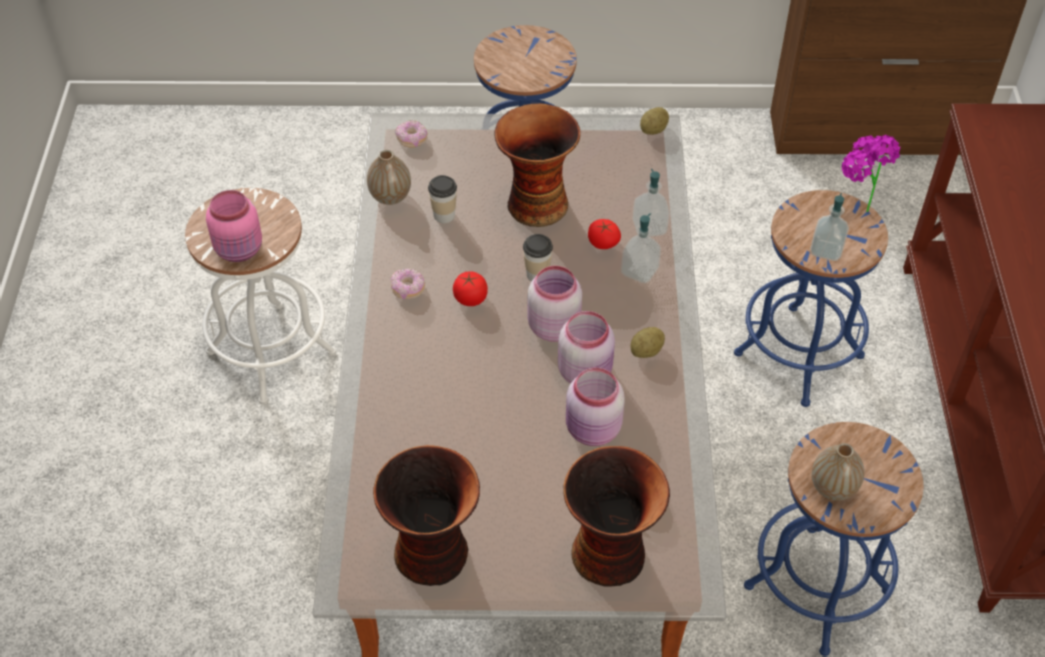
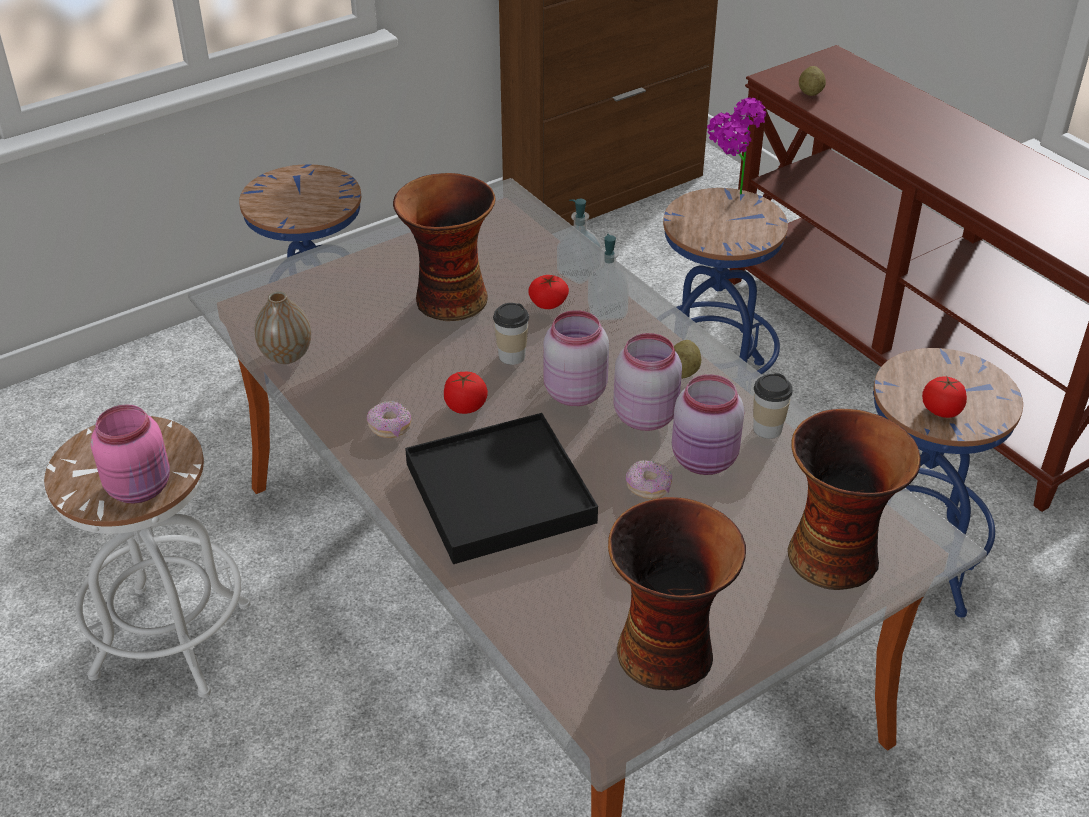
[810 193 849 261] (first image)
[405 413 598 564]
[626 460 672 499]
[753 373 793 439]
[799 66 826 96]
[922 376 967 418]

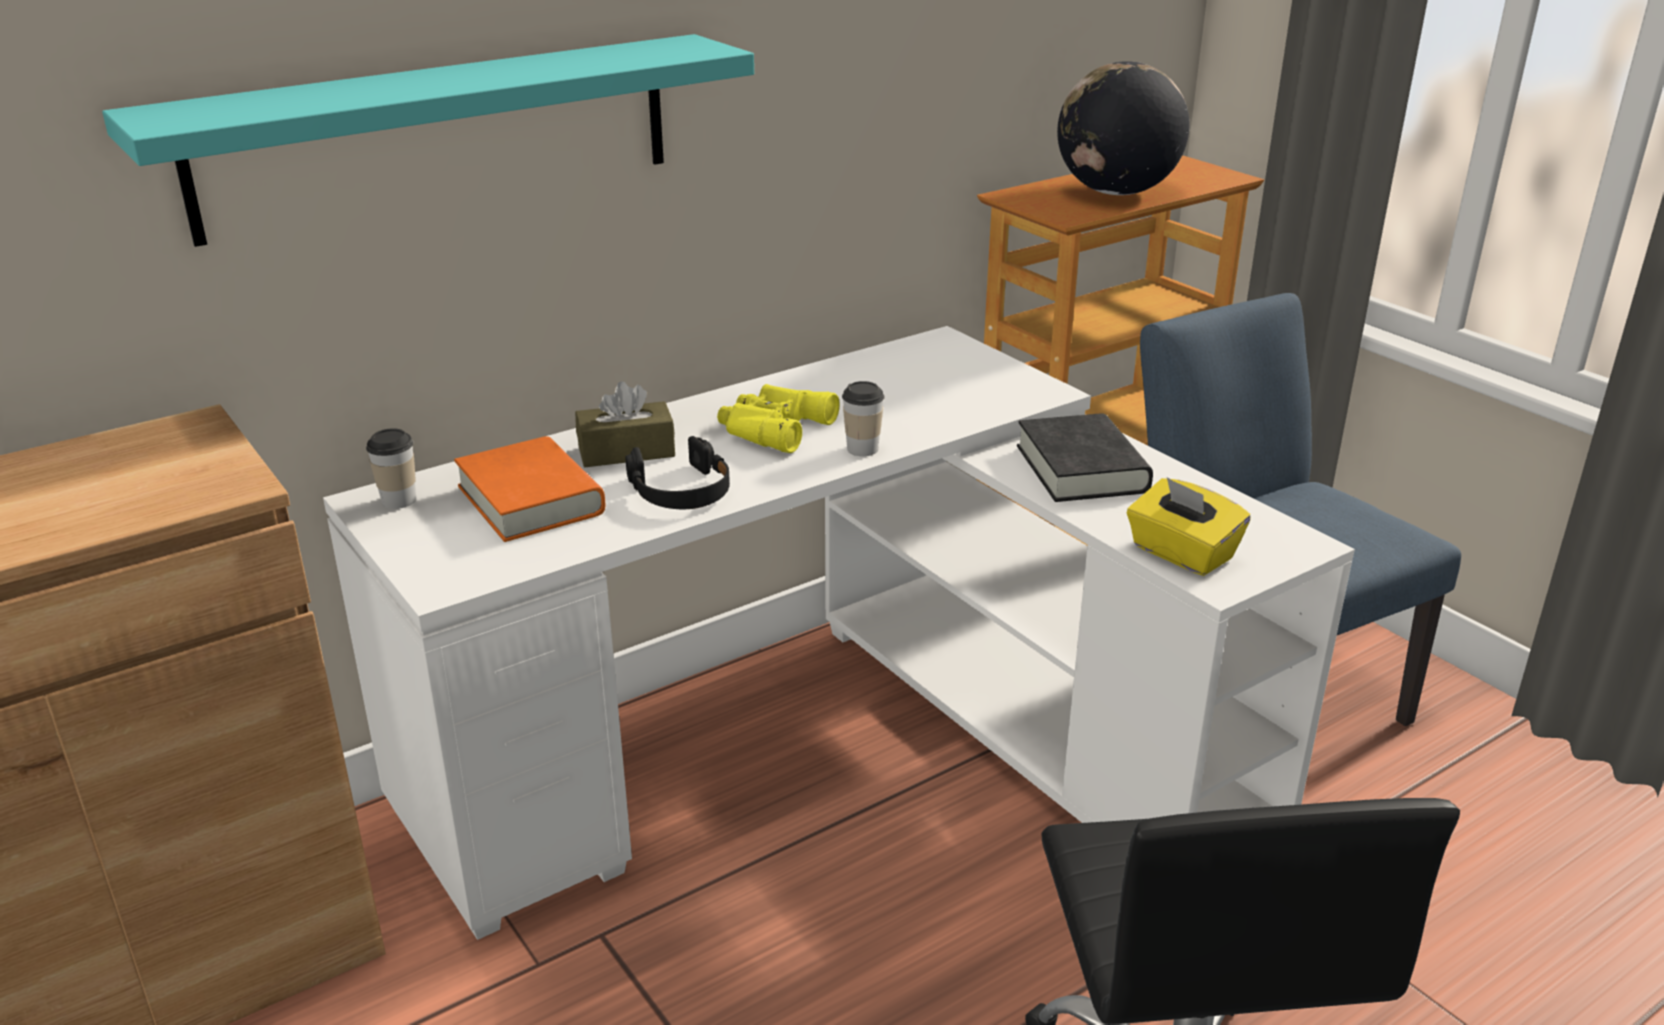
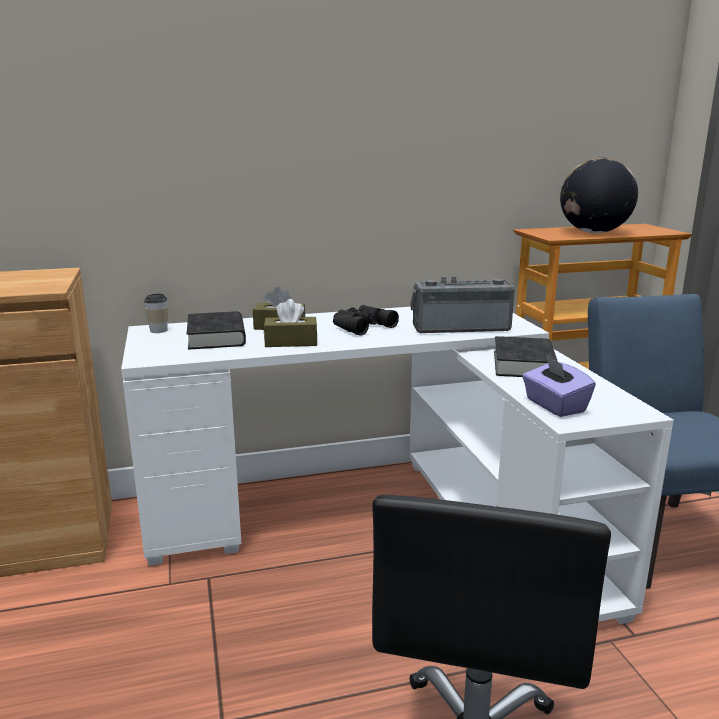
[102 34 754 247] (first image)
[842 381 885 456] (first image)
[410 276 515 333]
[264 299 317 347]
[187 311 246 350]
[333 305 399 336]
[522 355 596 417]

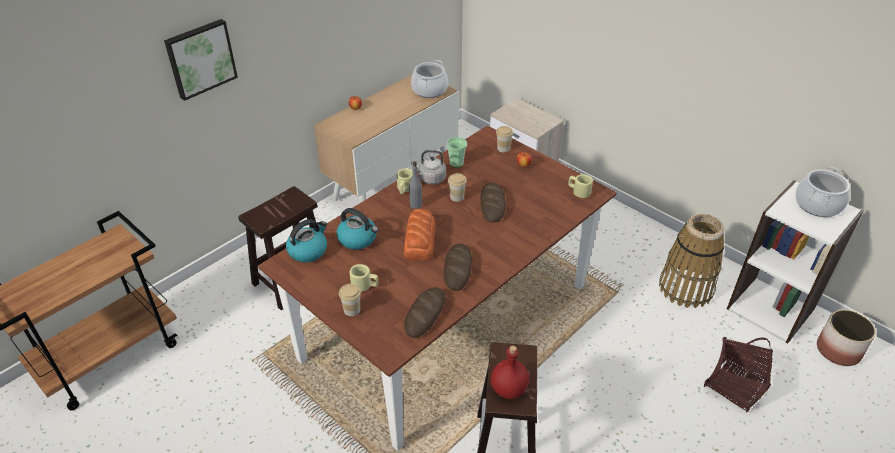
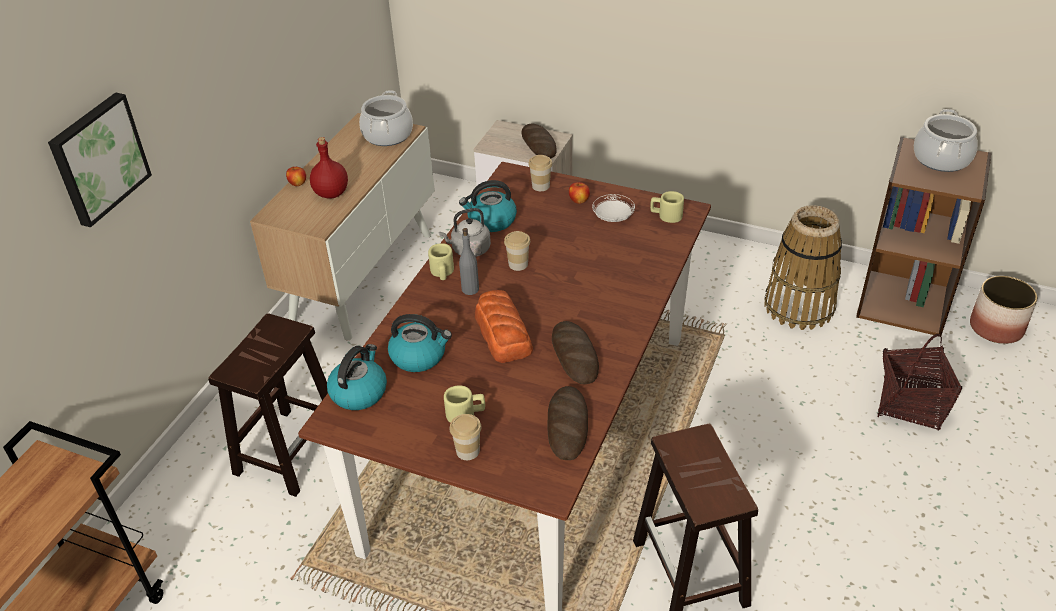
[592 194 635 222]
[522 123 557 159]
[310 137 348 199]
[459 180 517 232]
[856 137 992 337]

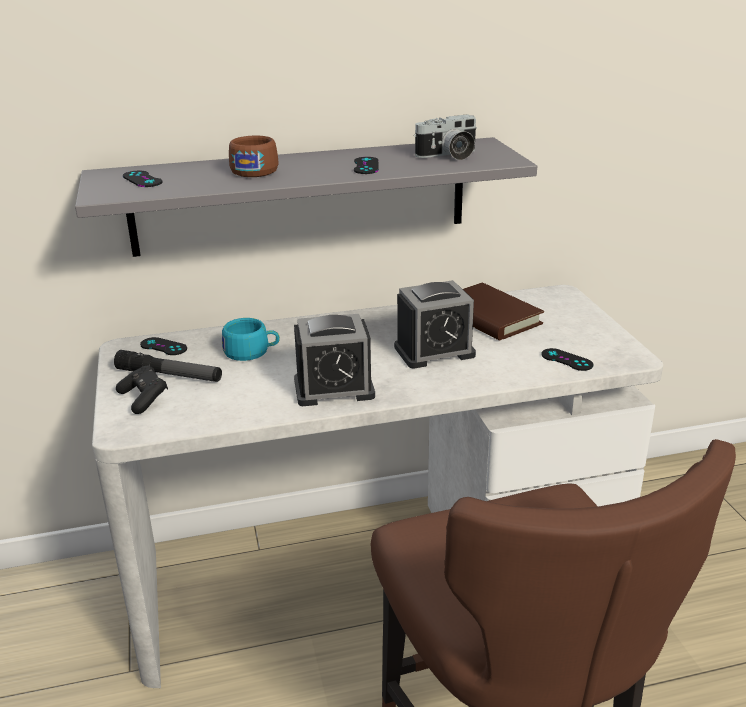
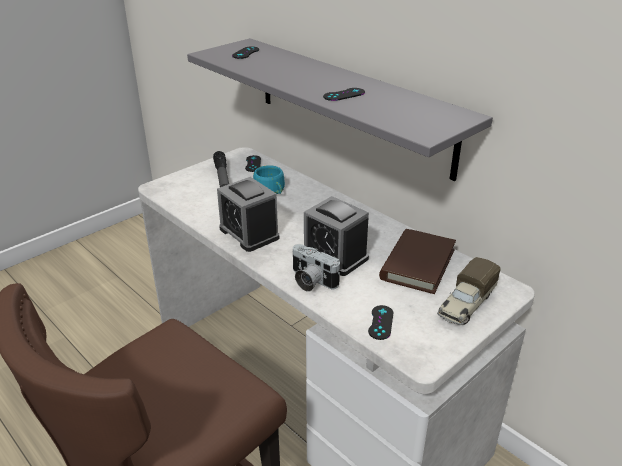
[116 366 168 414] (first image)
[229 136 279 177] (first image)
[437 257 501 325]
[293 244 340 292]

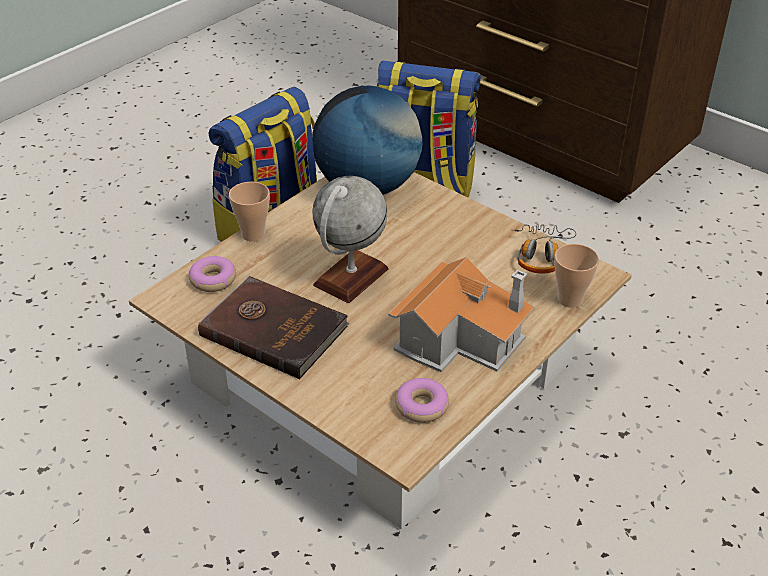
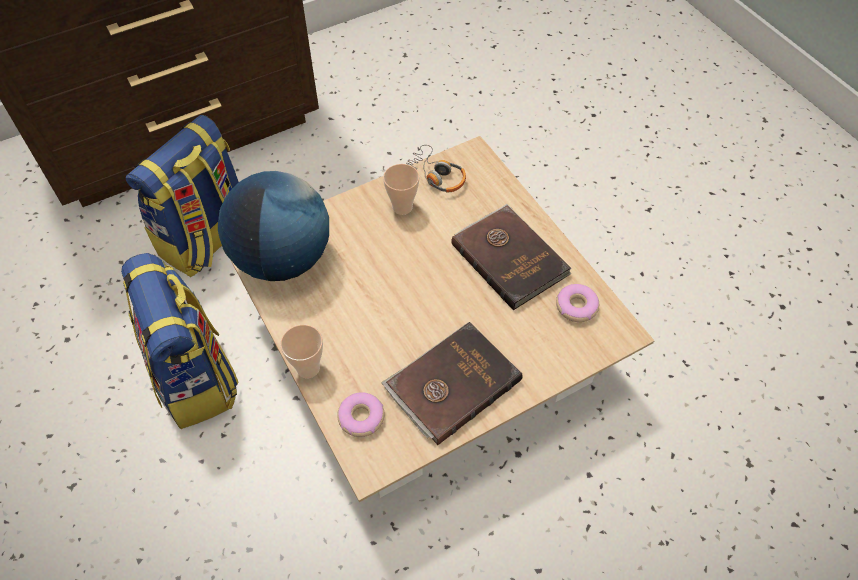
[313 176 389 303] (first image)
[383 164 419 215]
[451 204 572 310]

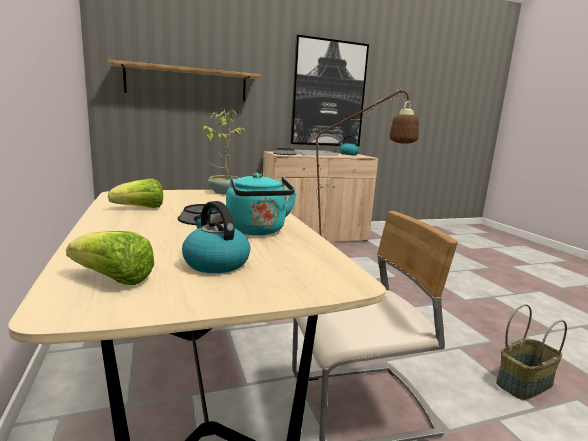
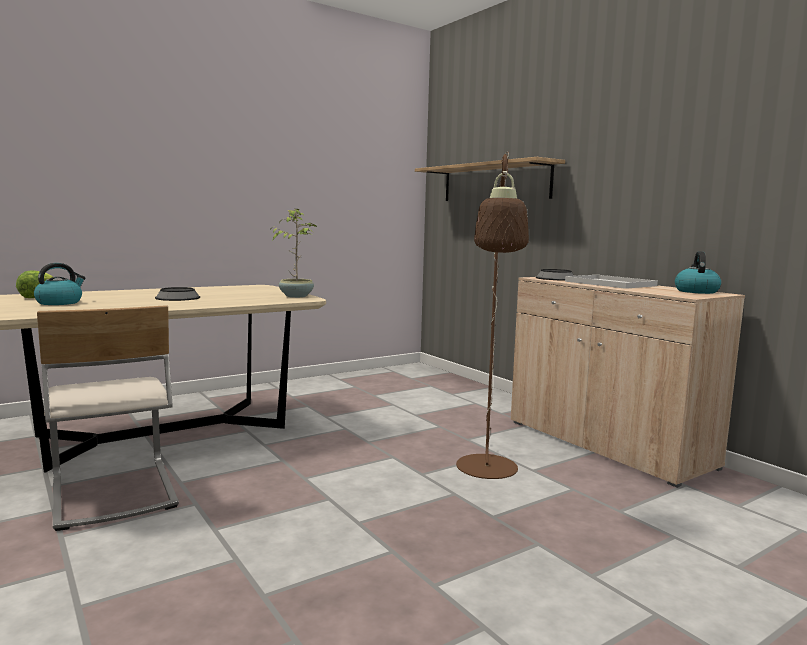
[108 178 163 208] (first image)
[226 173 297 235] (first image)
[290 35 369 147] (first image)
[496 304 567 400] (first image)

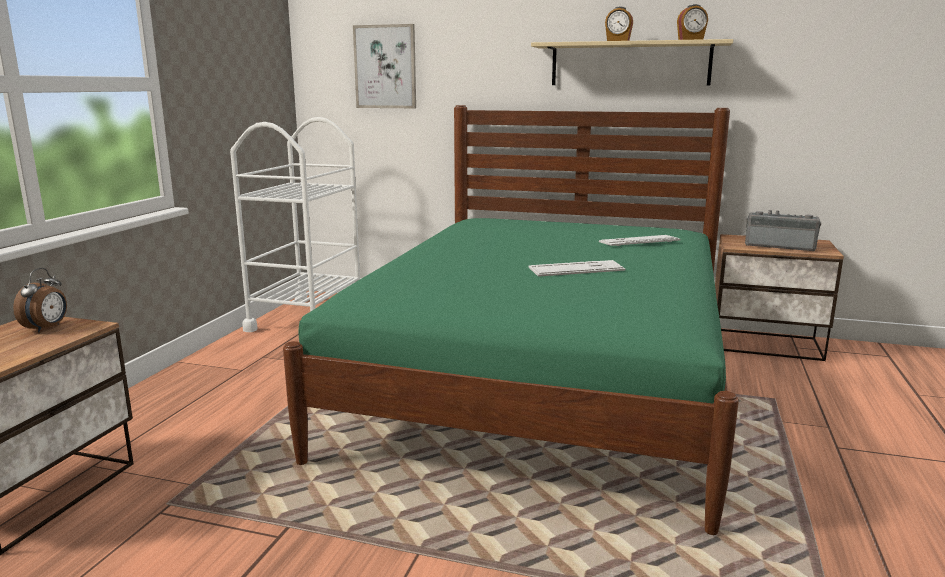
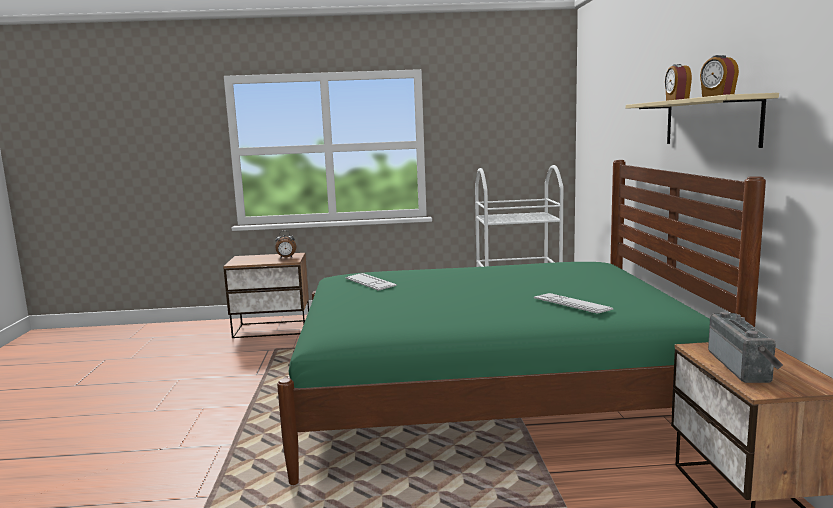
[353 24 416 108] (first image)
[345 273 397 291]

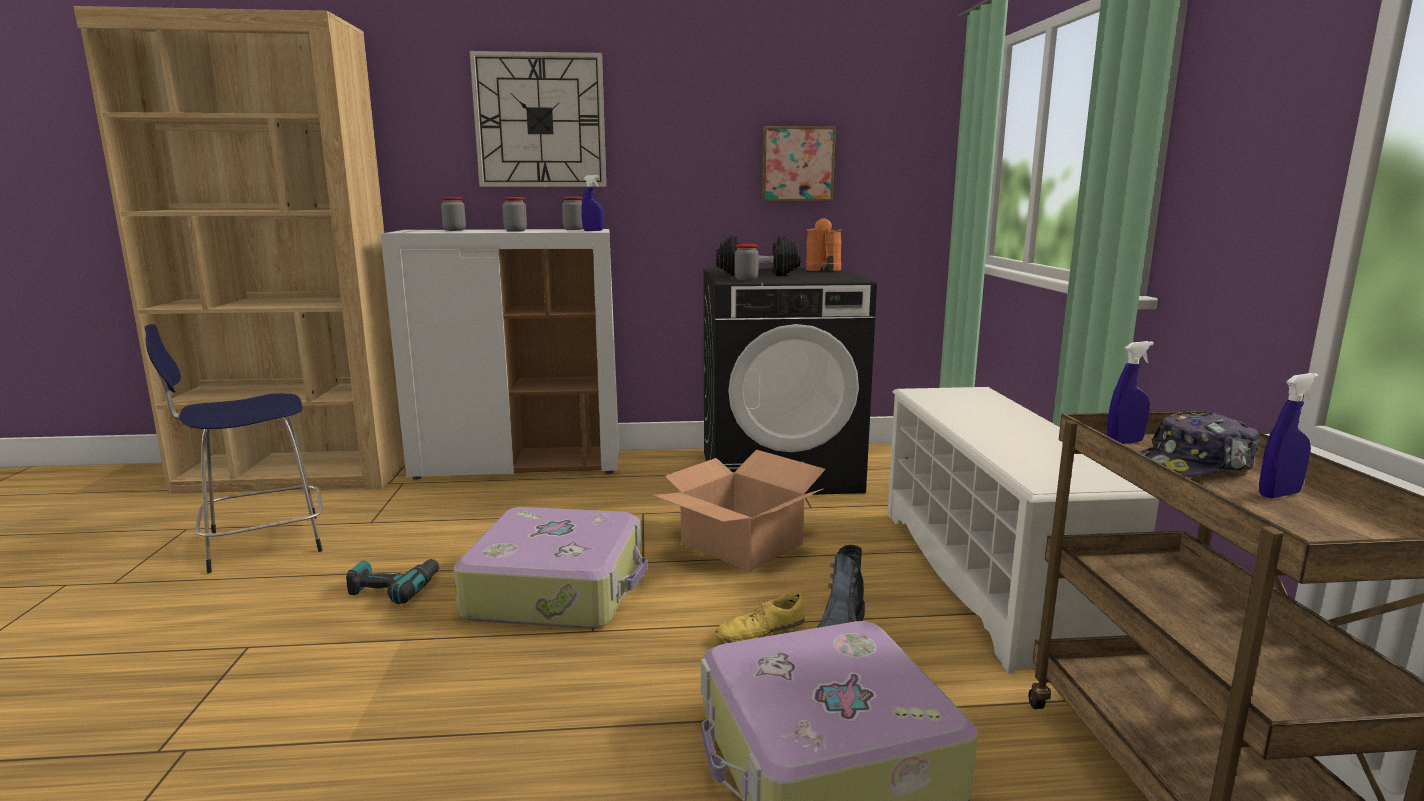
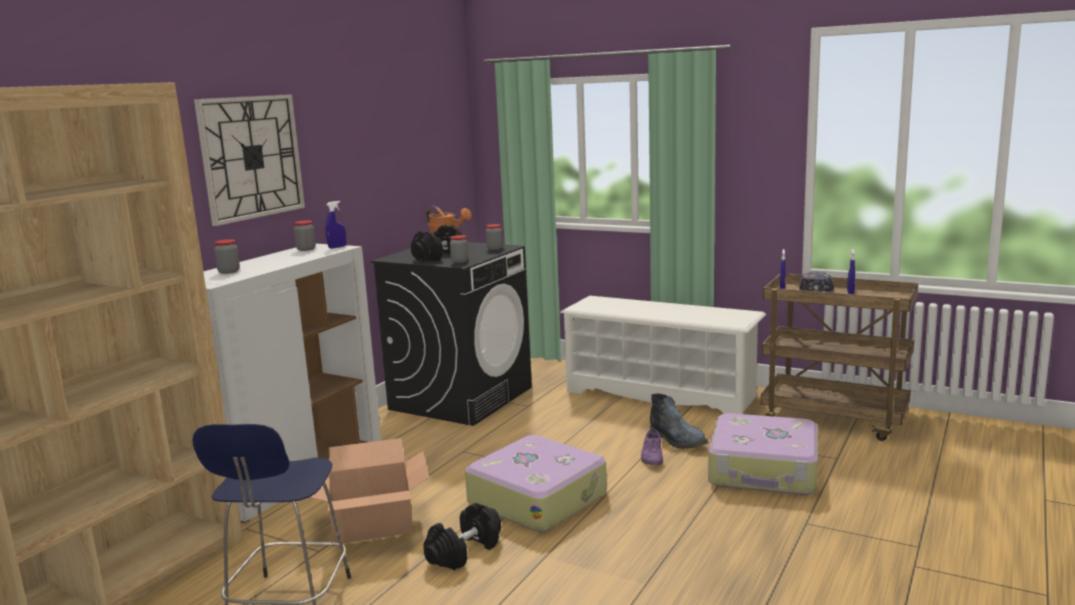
[762 126 836 201] (first image)
[486 224 503 250]
[310 438 429 544]
[423 503 501 570]
[641 429 663 465]

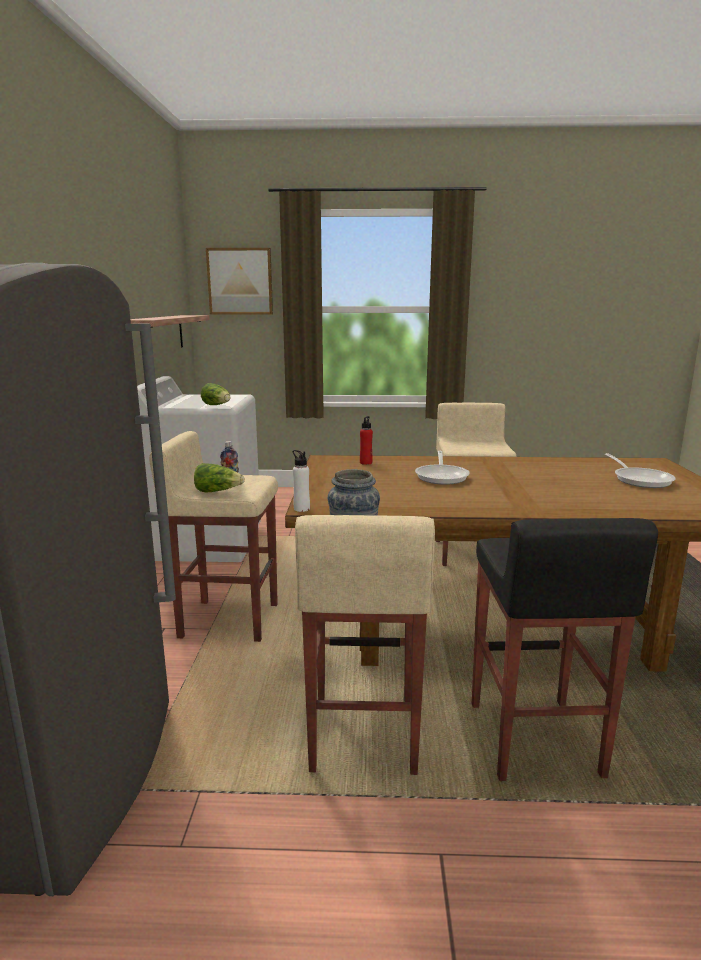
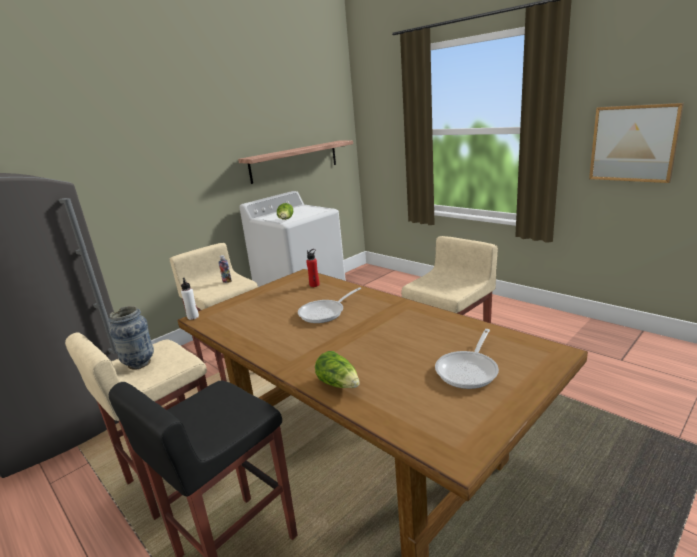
[315 351 360 388]
[589 103 684 183]

